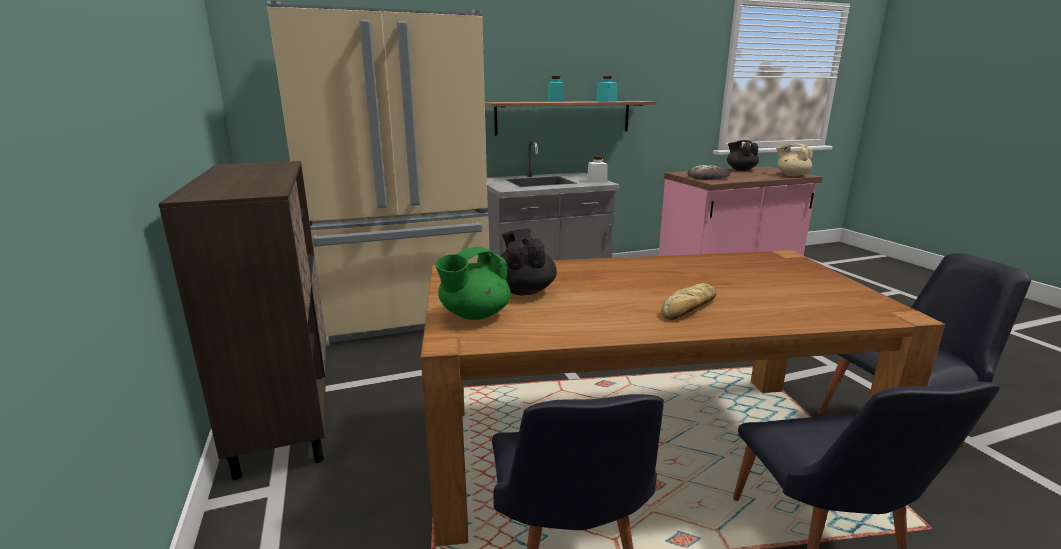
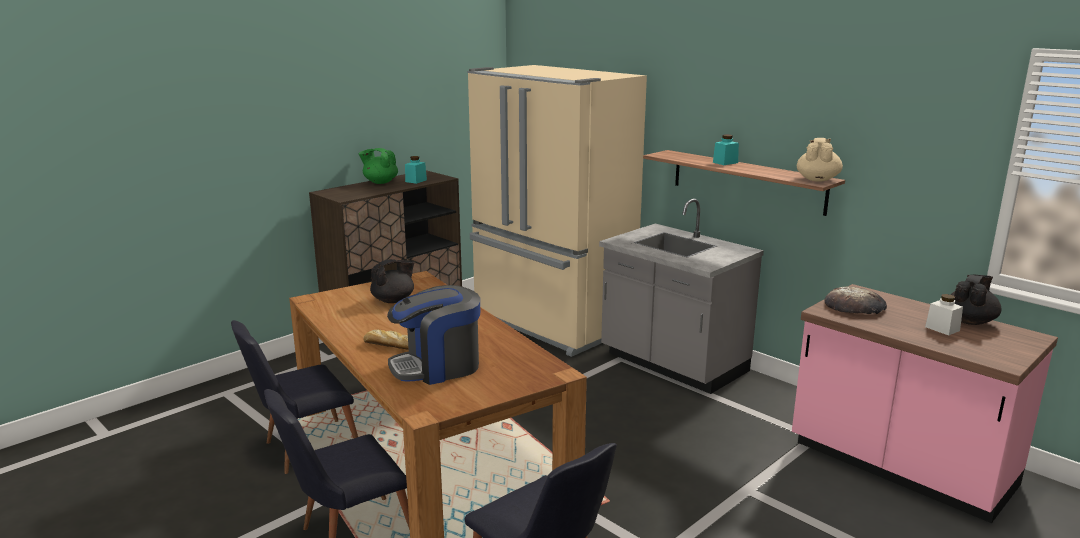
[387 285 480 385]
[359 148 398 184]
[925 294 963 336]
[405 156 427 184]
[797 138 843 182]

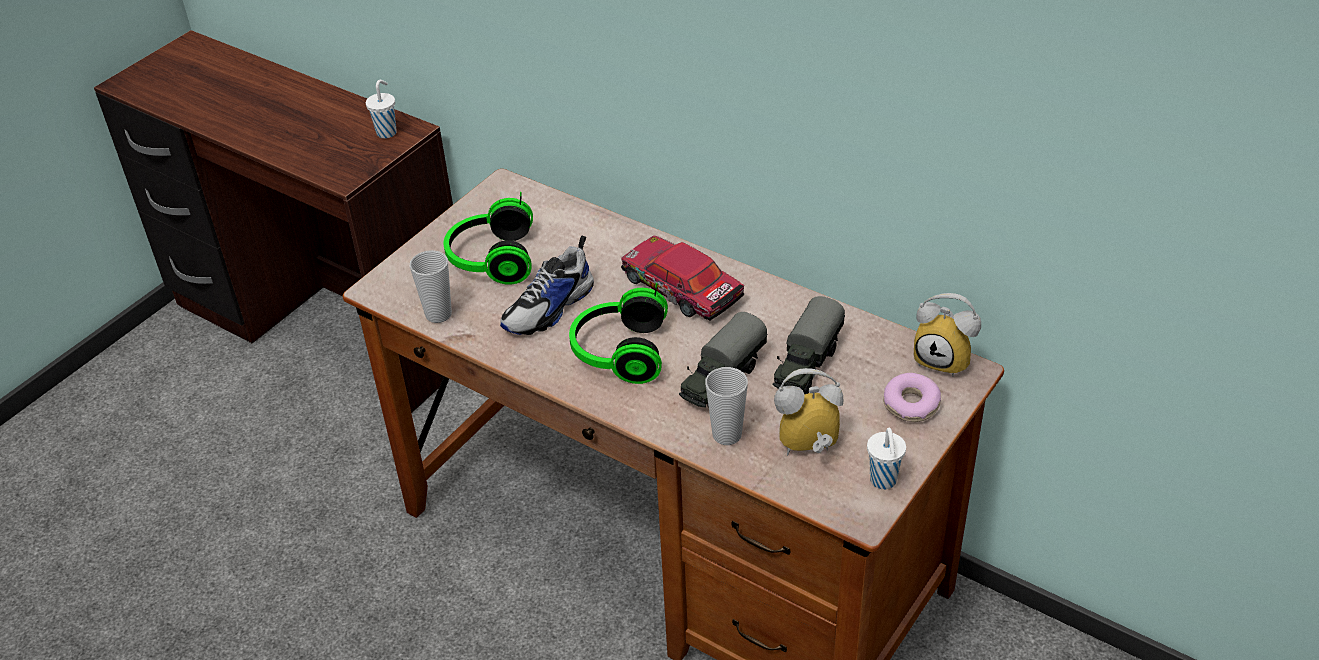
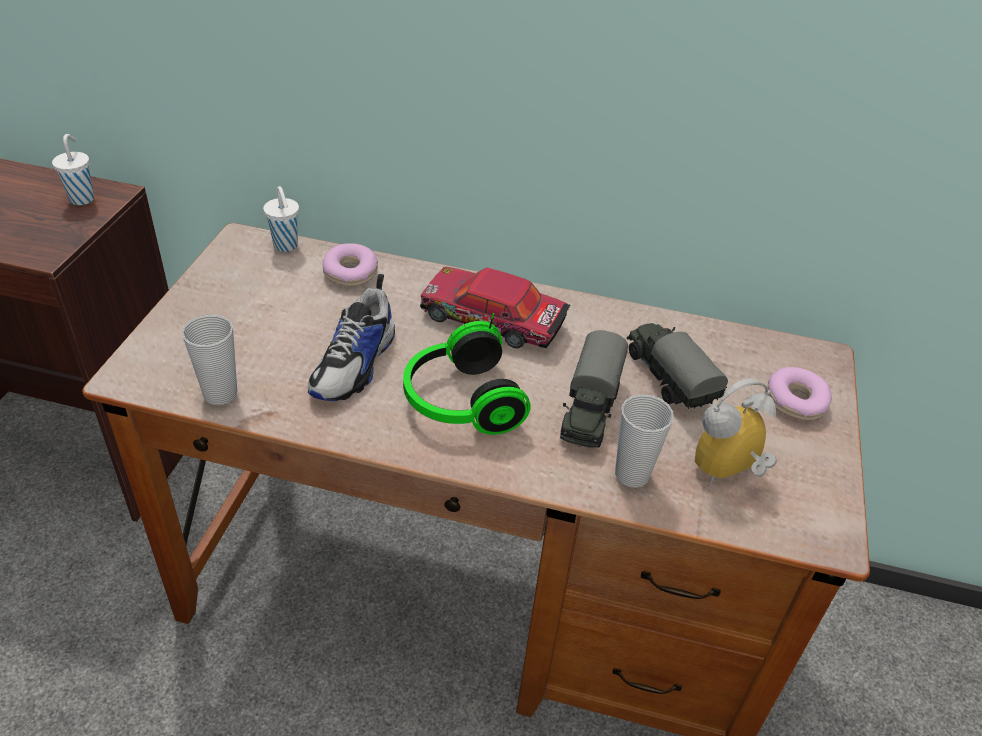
[444 192 533 285] (first image)
[914 293 981 377] (first image)
[323 243 378 286]
[263 186 299 252]
[627 323 728 409]

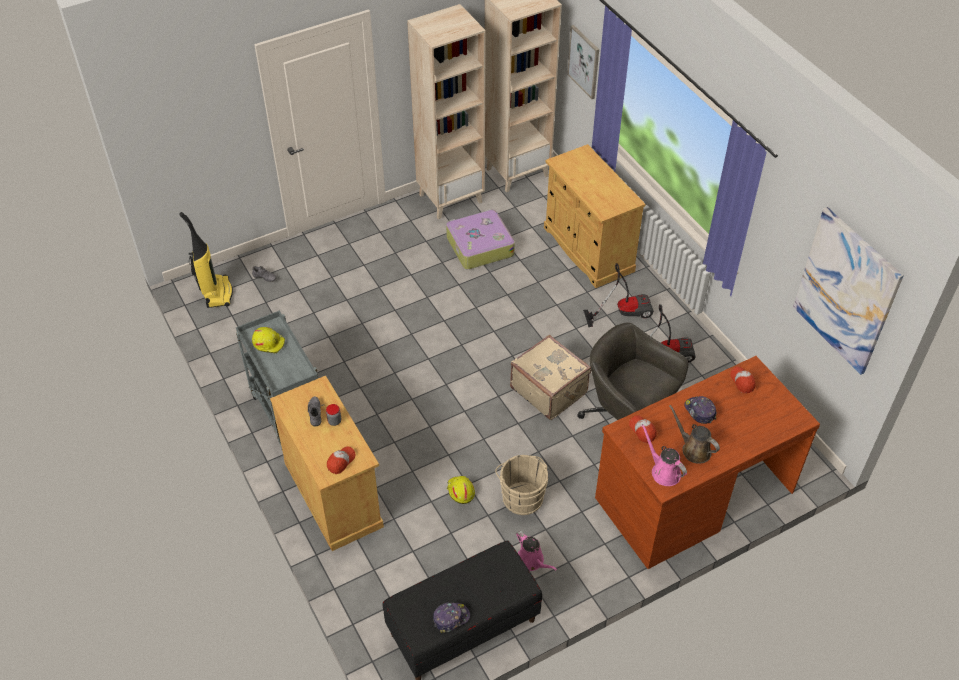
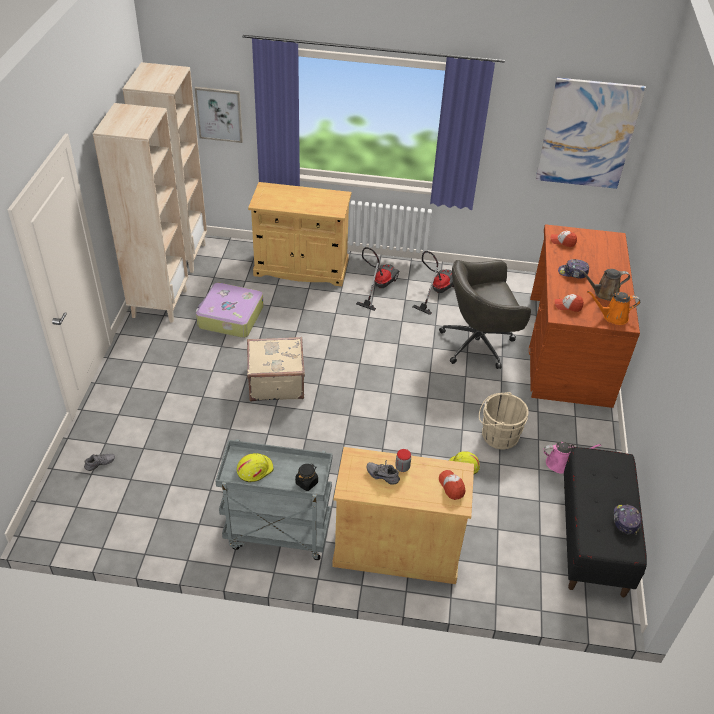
[179 212 233 308] (first image)
[295 464 318 491]
[247 337 305 401]
[587 291 640 325]

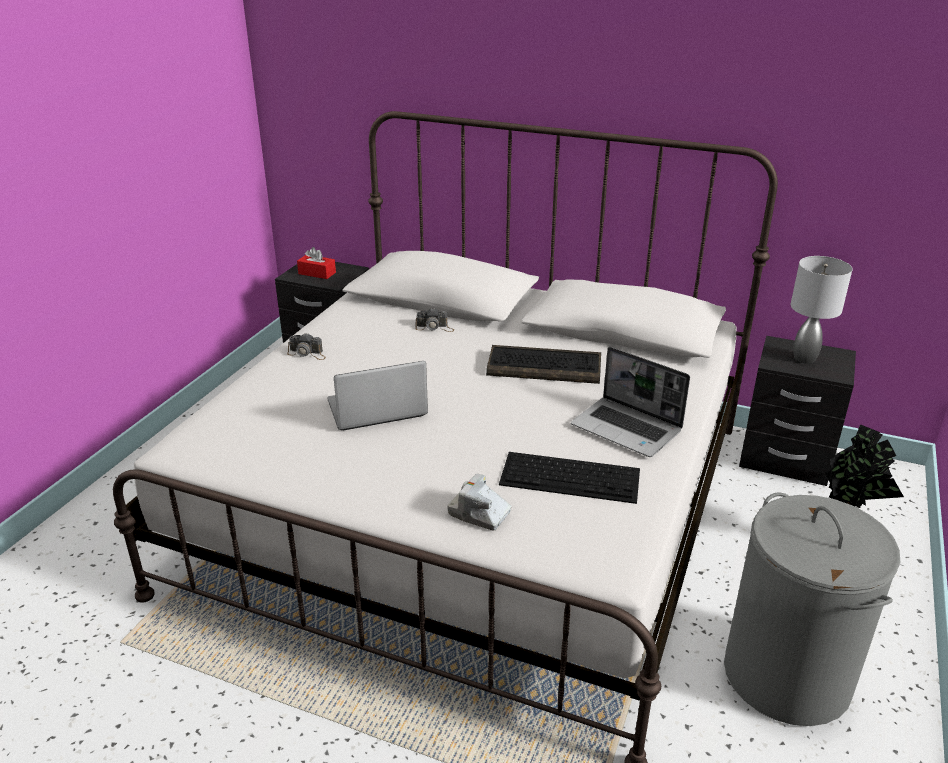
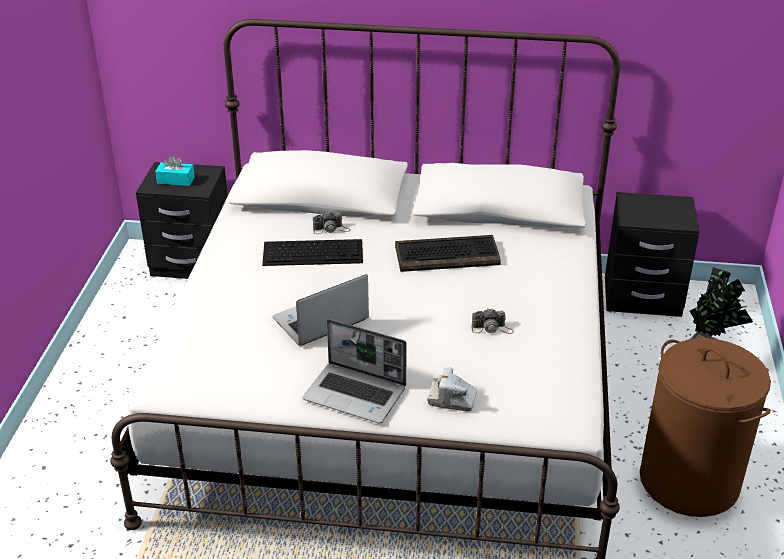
[791 256 852 364] (first image)
[472 308 514 334]
[262 239 363 266]
[302 319 407 424]
[155 156 195 186]
[640 338 771 517]

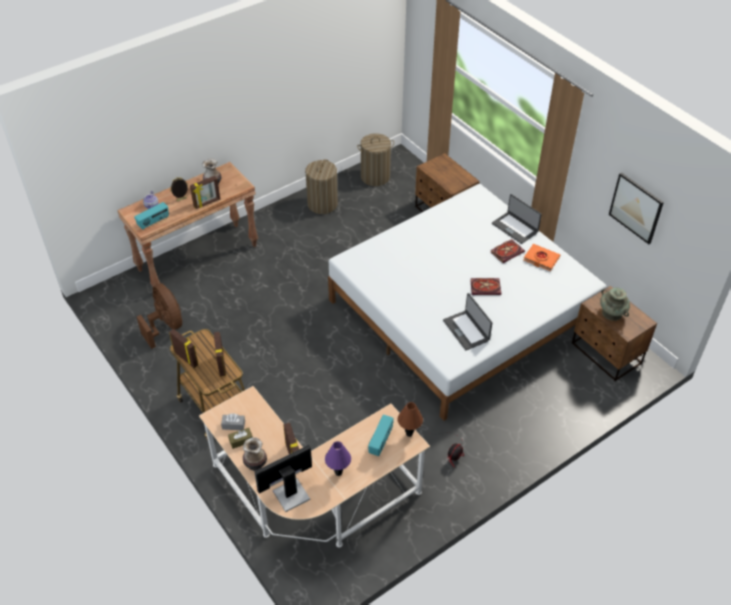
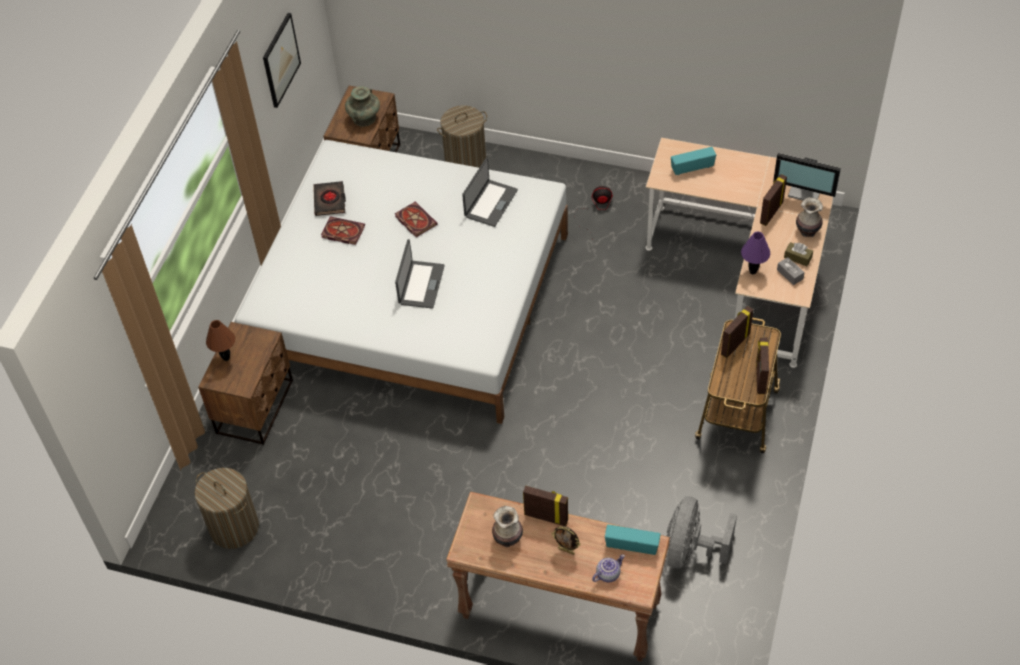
[437 105 487 168]
[741 232 770 274]
[206 320 235 361]
[395 239 445 309]
[666 496 737 569]
[313 181 346 216]

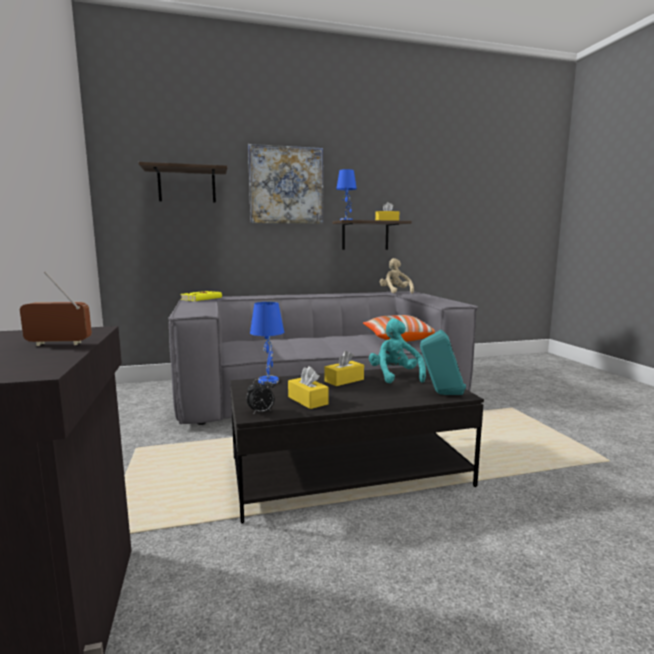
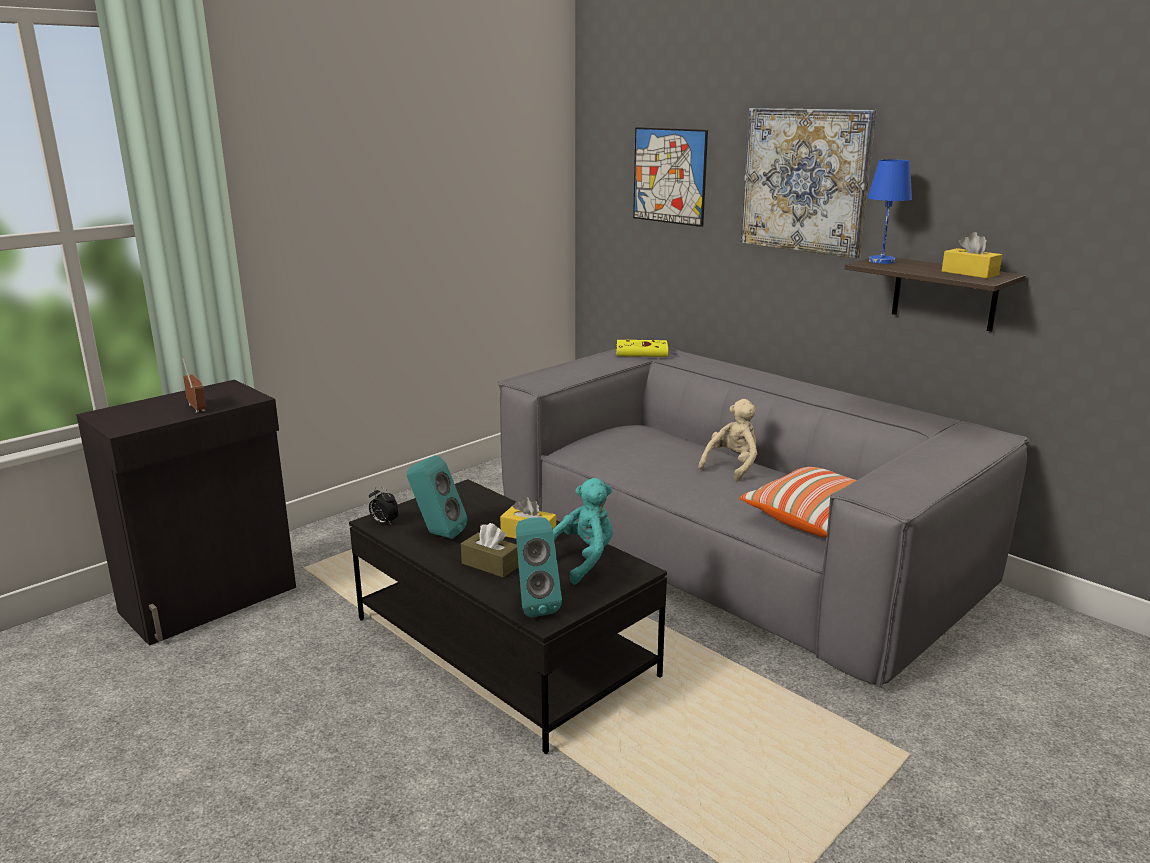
[250 302 284 385] (first image)
[461 523 519 578]
[698 399 757 482]
[633 127 708 227]
[407 455 467 539]

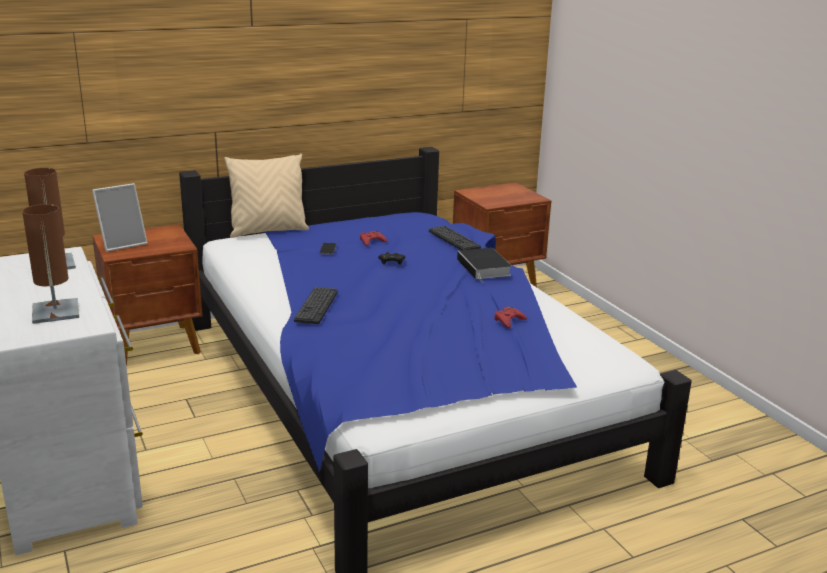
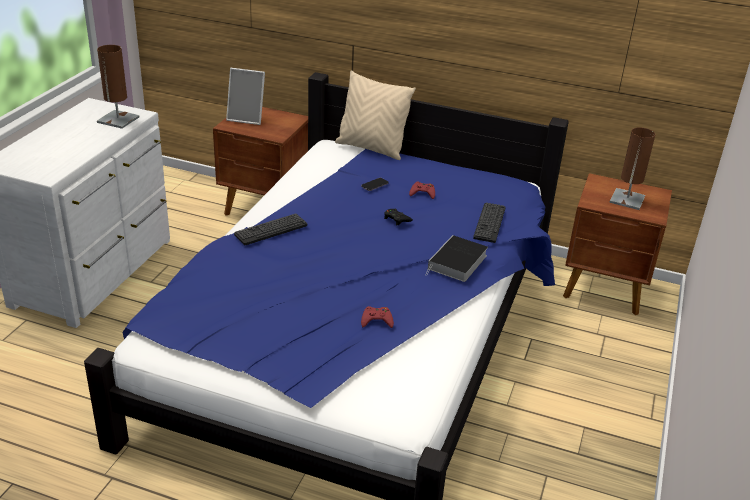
[609 127 656 210]

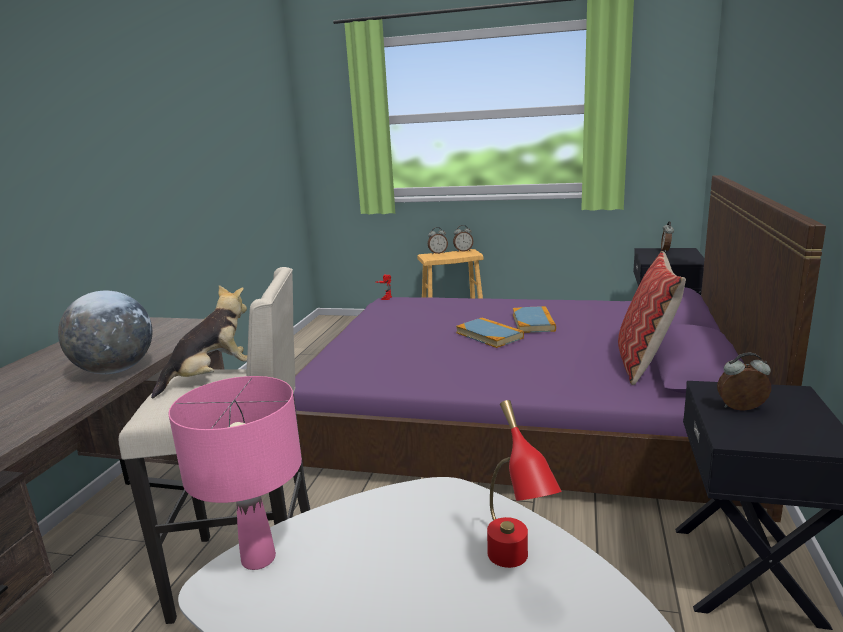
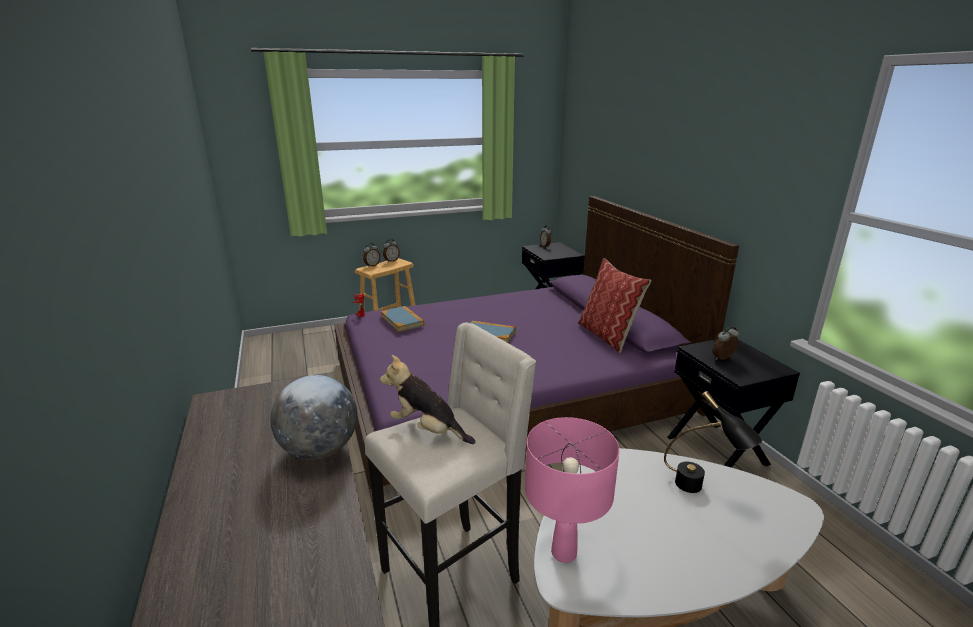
[381 306 425 332]
[664 391 763 493]
[380 355 475 444]

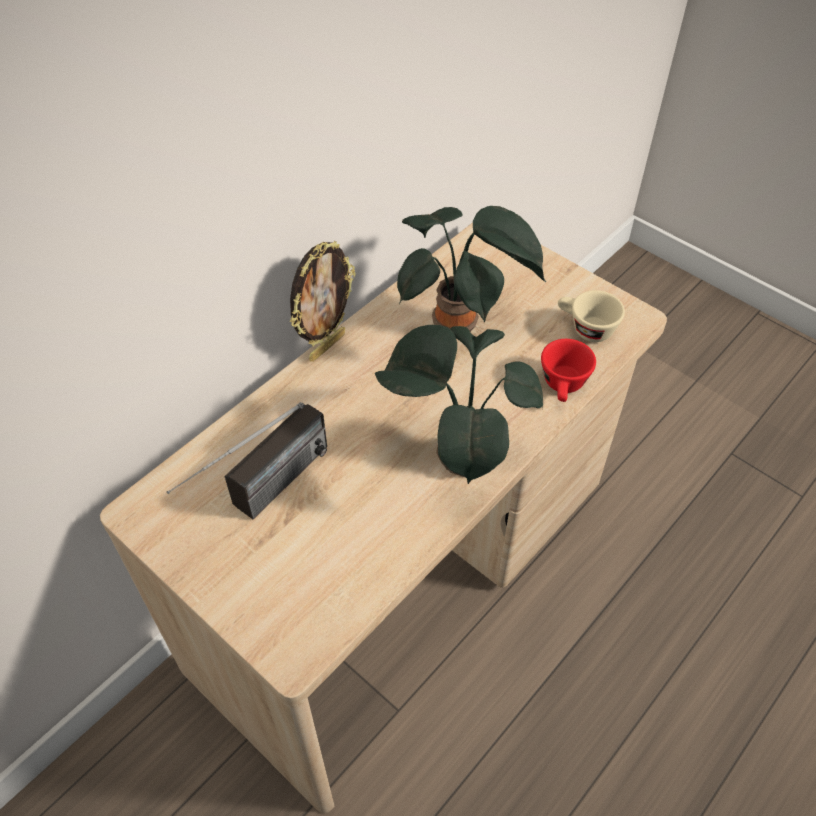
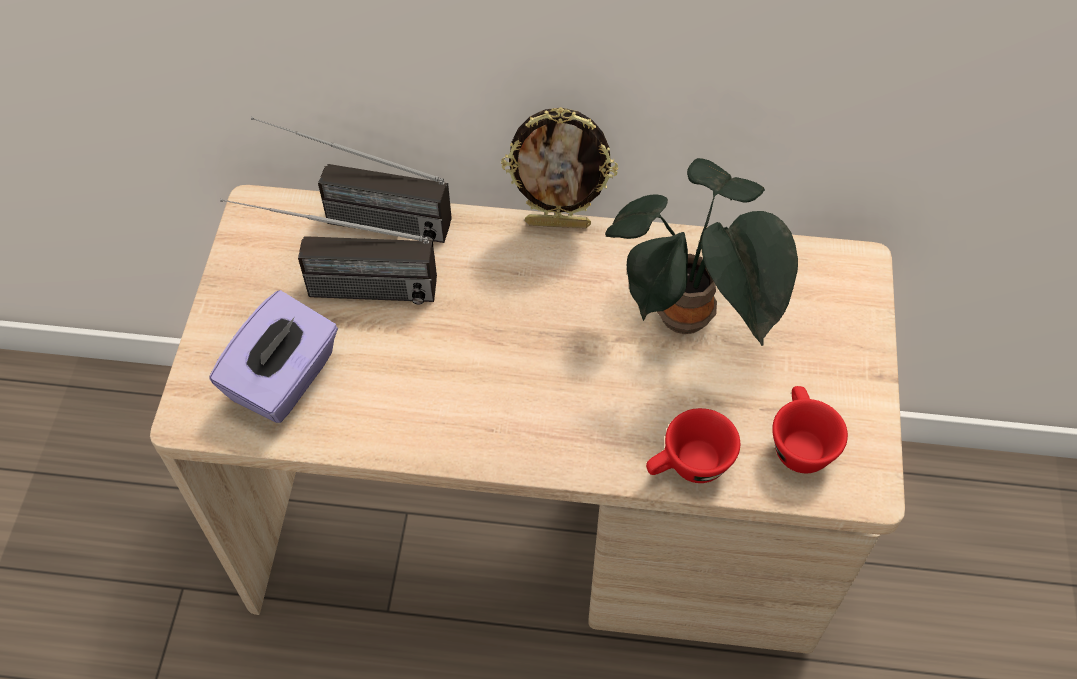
[375 325 543 484] (first image)
[209 290 338 423]
[251 117 452 243]
[772 386 848 473]

